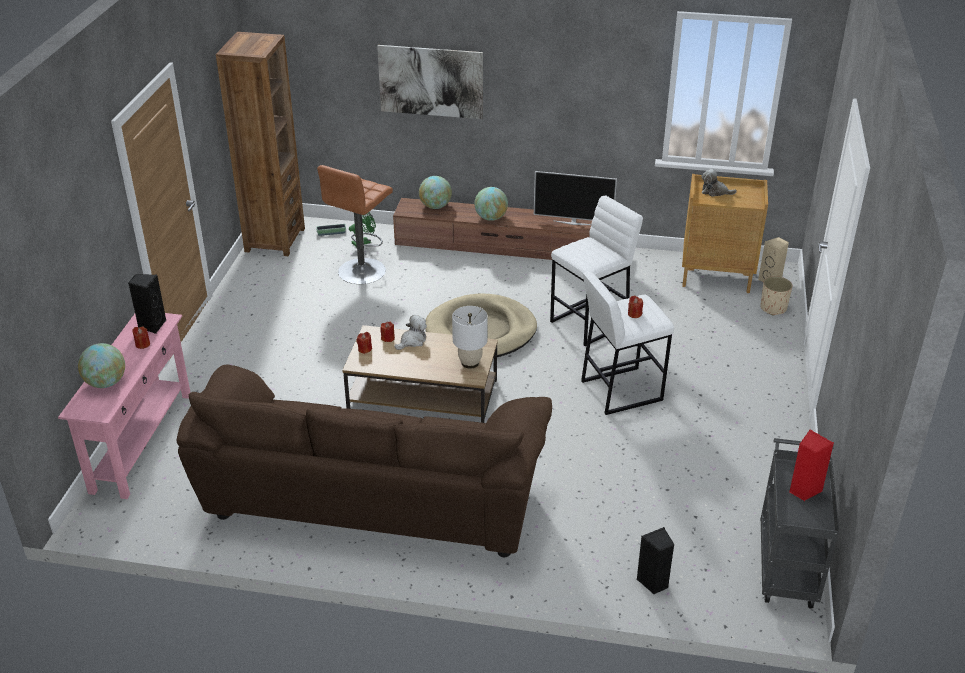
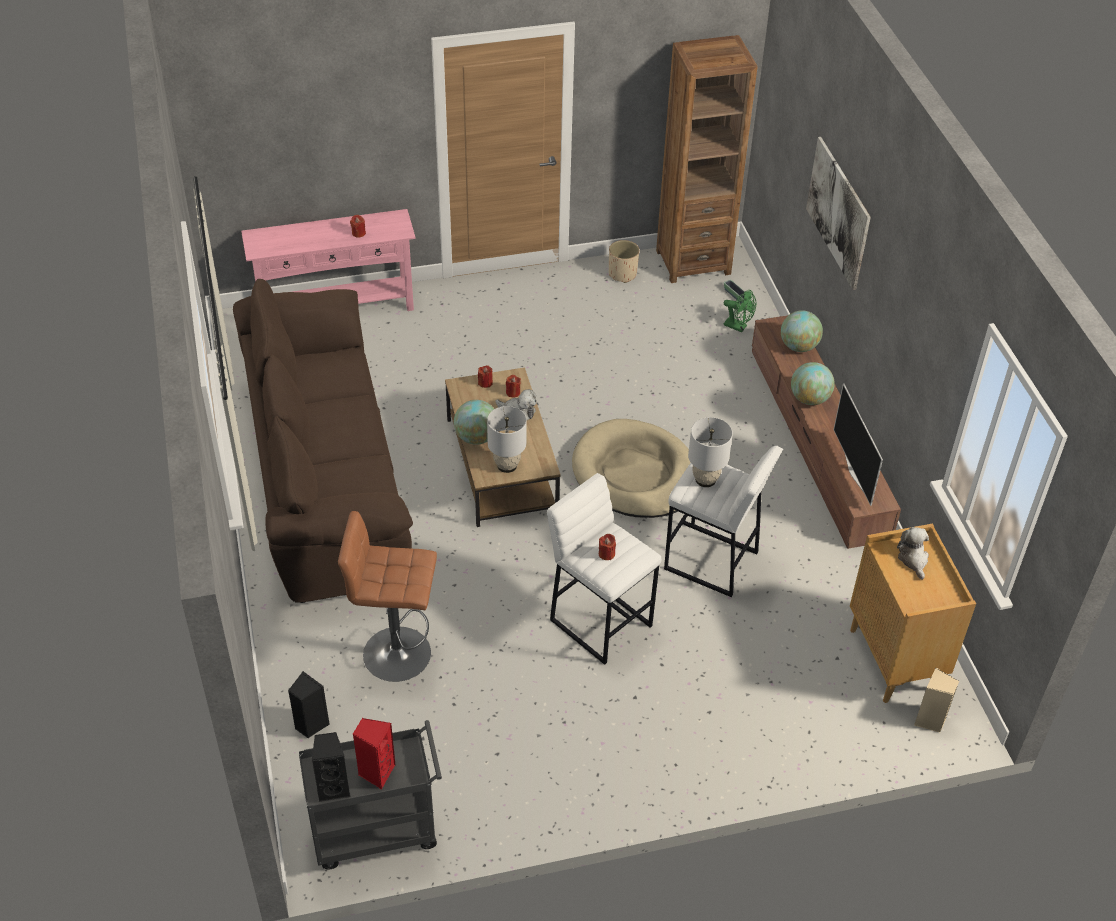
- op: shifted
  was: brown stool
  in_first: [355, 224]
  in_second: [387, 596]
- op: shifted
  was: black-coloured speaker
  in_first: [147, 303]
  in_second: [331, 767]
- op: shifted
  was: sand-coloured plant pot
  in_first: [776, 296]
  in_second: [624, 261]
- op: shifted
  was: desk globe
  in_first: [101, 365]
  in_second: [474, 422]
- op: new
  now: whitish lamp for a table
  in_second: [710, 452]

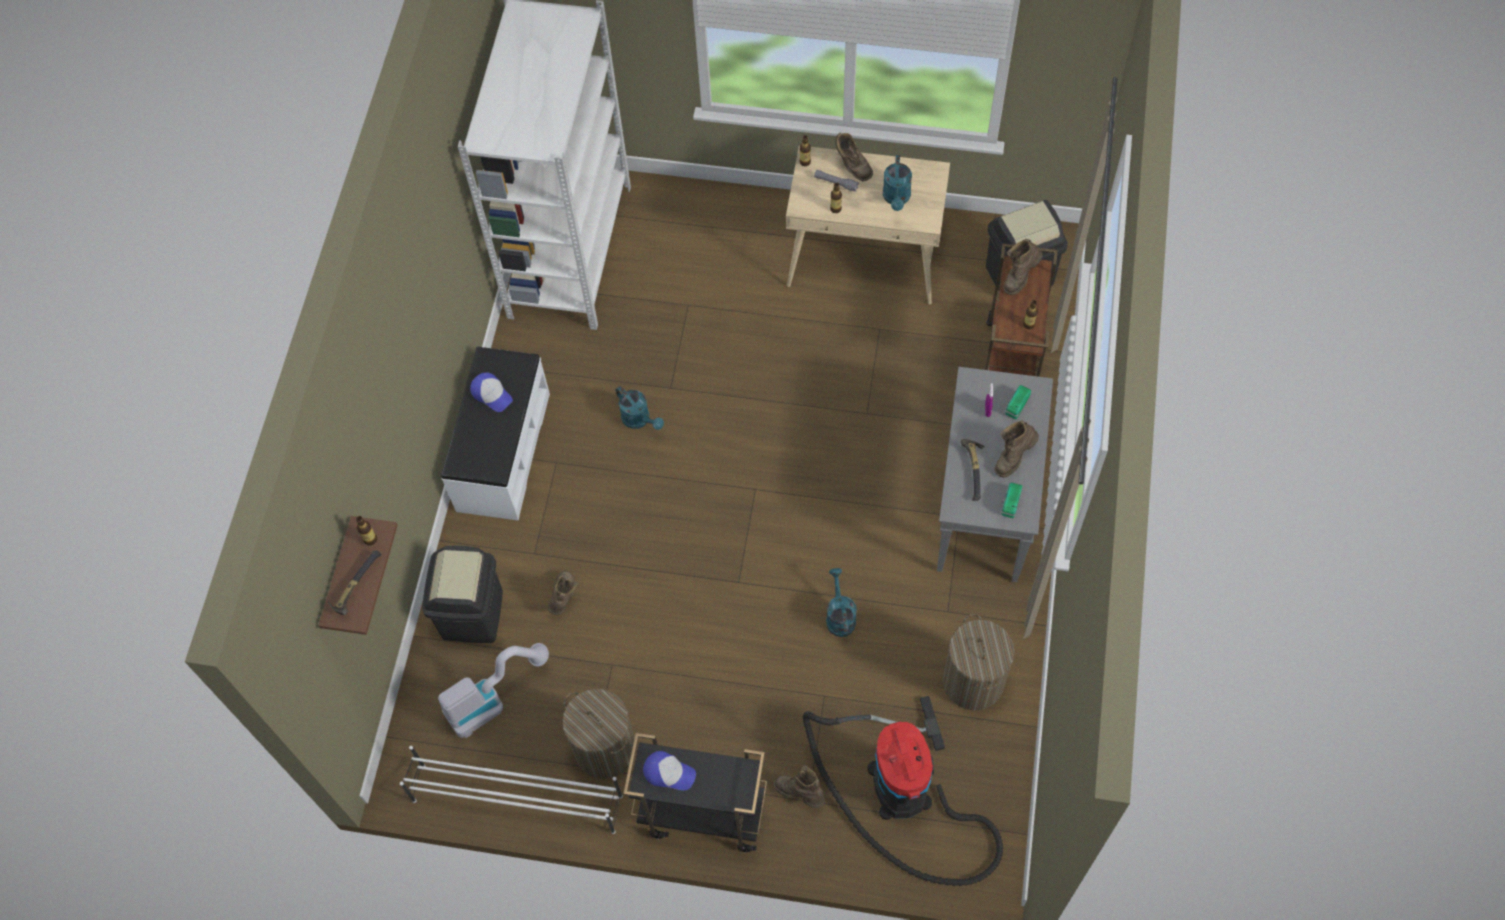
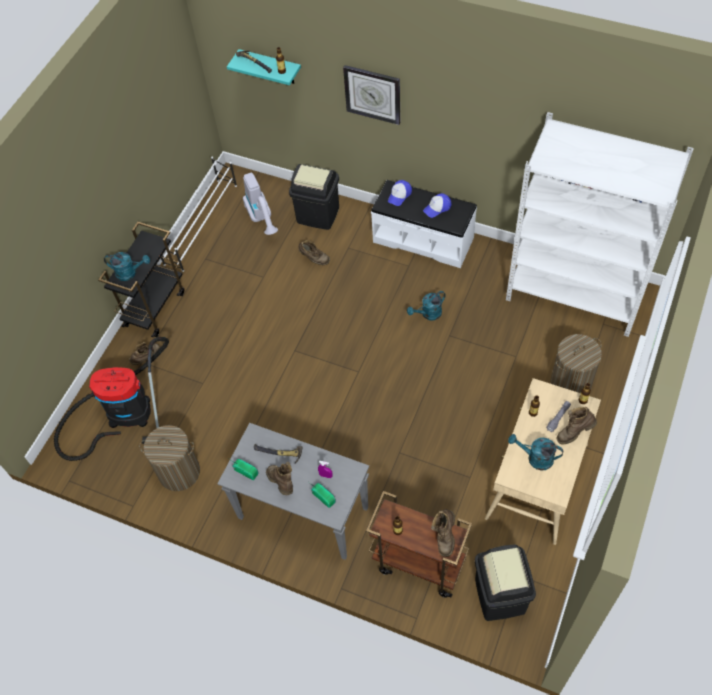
- op: rotated
  was: brown boot
  in_first: [1022, 267]
  in_second: [443, 533]
  clockwise: -135
- op: repainted
  was: brown shelf
  now: turquoise shelf
  in_first: [358, 575]
  in_second: [264, 67]
- op: shifted
  was: turquoise sprinkling can
  in_first: [841, 602]
  in_second: [127, 266]
- op: shifted
  was: washing basket
  in_first: [599, 734]
  in_second: [576, 363]
- op: shifted
  was: cap
  in_first: [669, 771]
  in_second: [400, 193]
- op: new
  now: clock on the wall
  in_second: [371, 95]

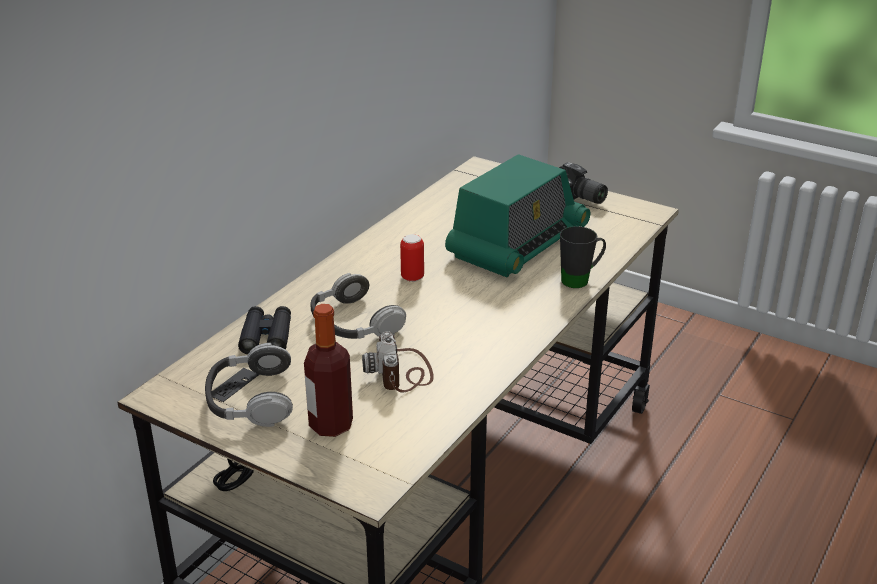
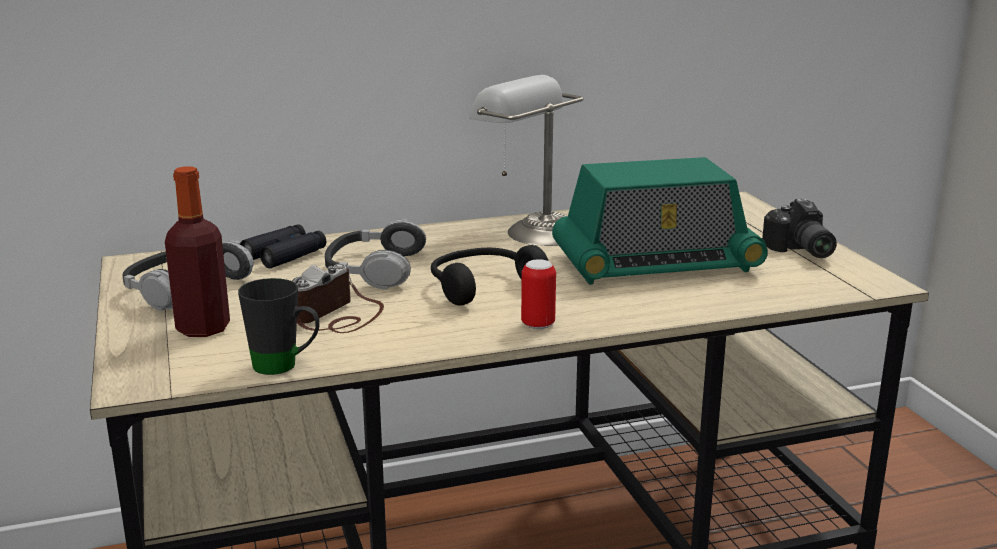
- op: shifted
  was: black-coloured mug
  in_first: [583, 257]
  in_second: [279, 326]
- op: shifted
  was: can
  in_first: [412, 258]
  in_second: [538, 294]
- op: new
  now: whitish lamp for a table
  in_second: [526, 160]
- op: new
  now: black-coloured headset
  in_second: [489, 275]

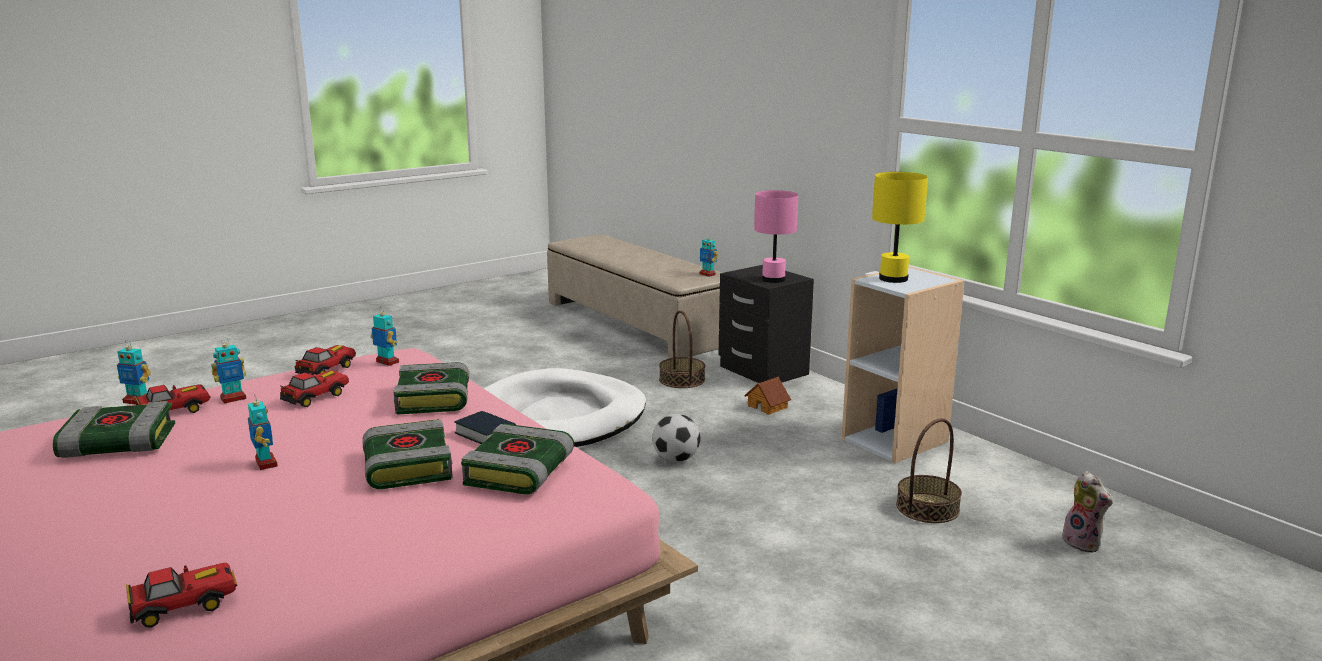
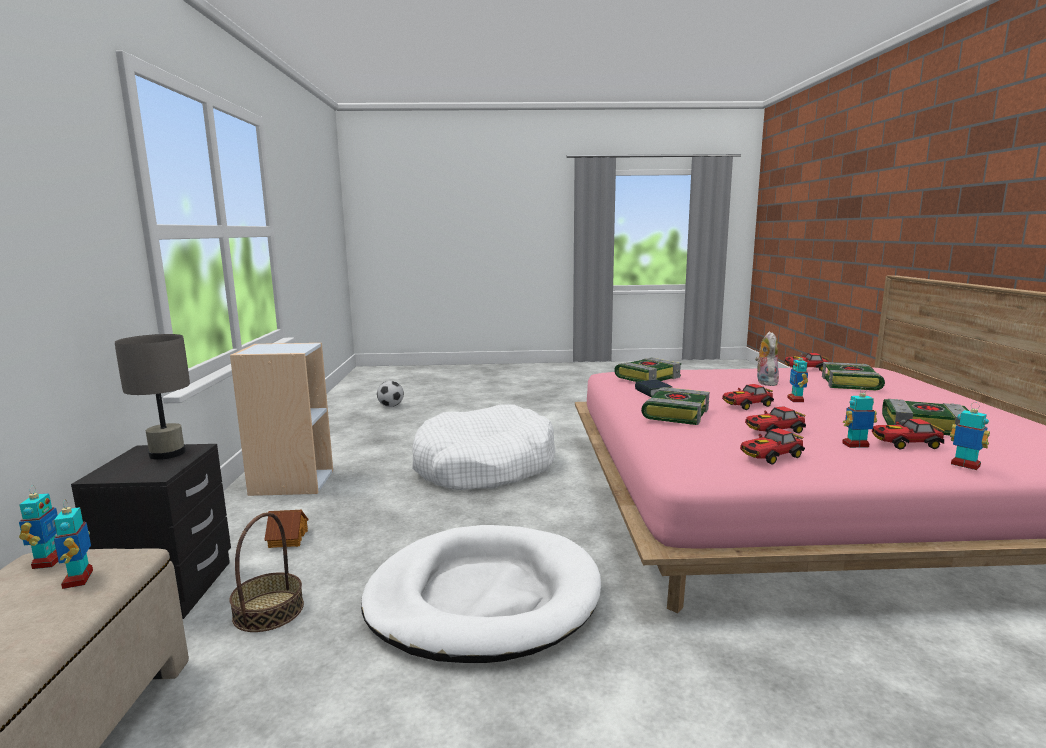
- op: gone
  was: yellowish lamp for a table
  in_first: [900, 227]
- op: repainted
  was: pinkish lamp for a table
  now: grey lamp for a table
  in_first: [776, 236]
  in_second: [152, 397]
- op: shifted
  was: robot figure
  in_first: [385, 337]
  in_second: [73, 544]
- op: shifted
  was: football ball
  in_first: [676, 438]
  in_second: [390, 394]
- op: gone
  was: basket
  in_first: [929, 470]
- op: shifted
  was: volume
  in_first: [407, 454]
  in_second: [853, 376]
- op: shifted
  was: plush toy
  in_first: [1087, 511]
  in_second: [767, 358]
- op: new
  now: miniature car
  in_second: [748, 397]
- op: new
  now: whitish dog cushion
  in_second: [484, 447]

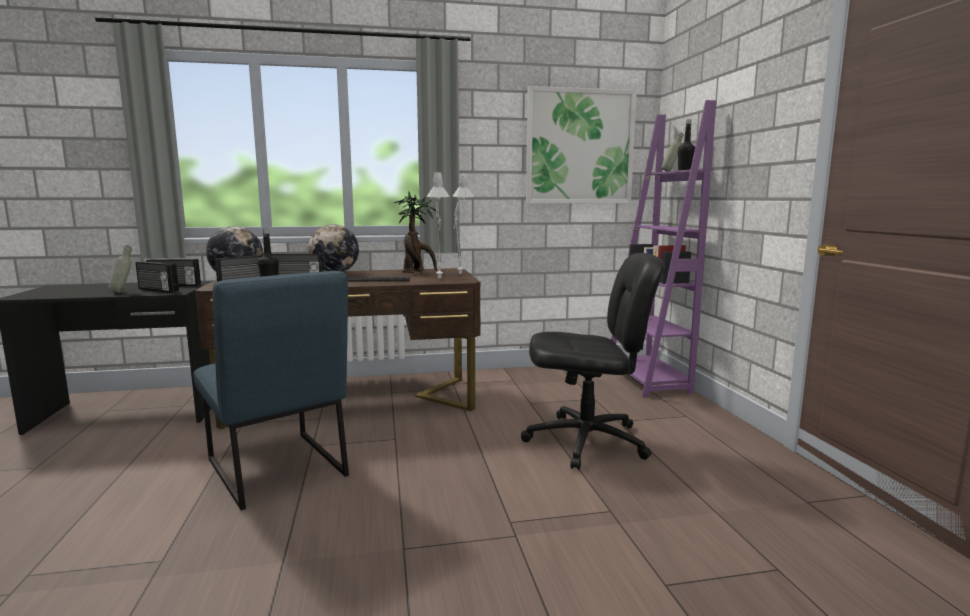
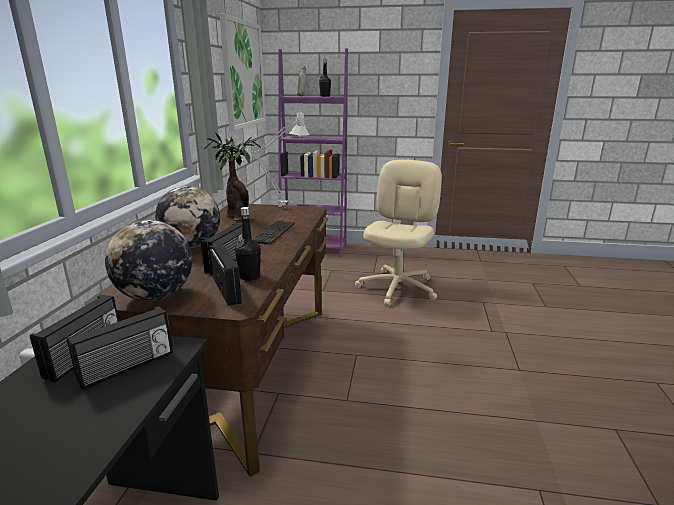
- op: gone
  was: grey lamp for a table
  in_first: [438, 226]
- op: gone
  was: grey drink bottle
  in_first: [120, 269]
- op: repainted
  was: black-coloured office chair
  now: sand-coloured office chair
  in_first: [593, 361]
  in_second: [398, 233]
- op: gone
  was: blue chair
  in_first: [271, 390]

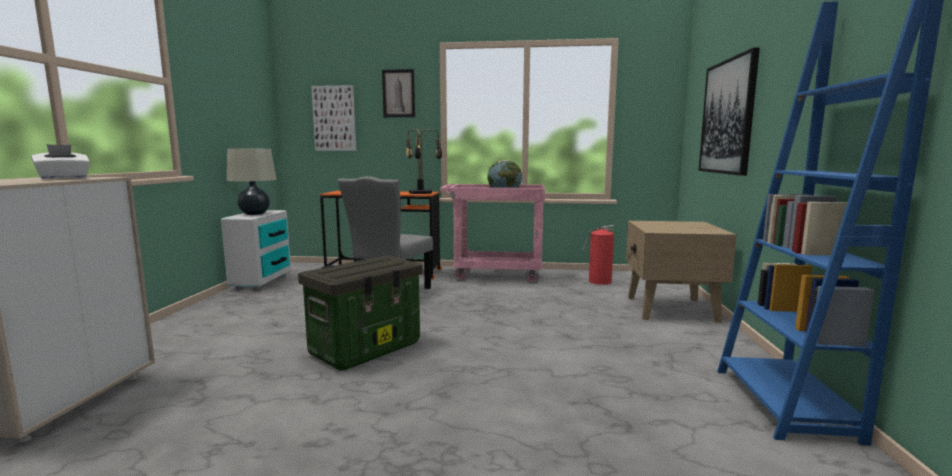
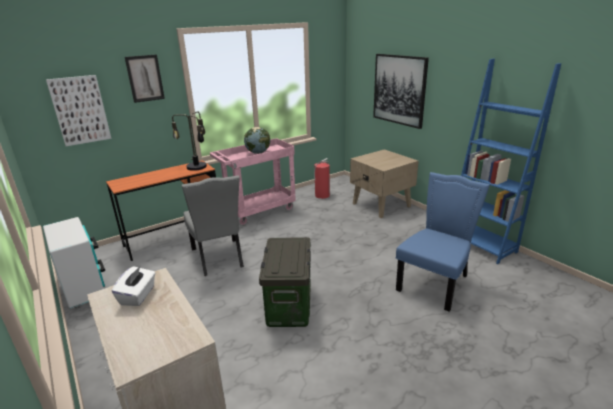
- op: gone
  was: sand-coloured lamp for a table
  in_first: [252, 182]
- op: new
  now: blue chair
  in_second: [442, 242]

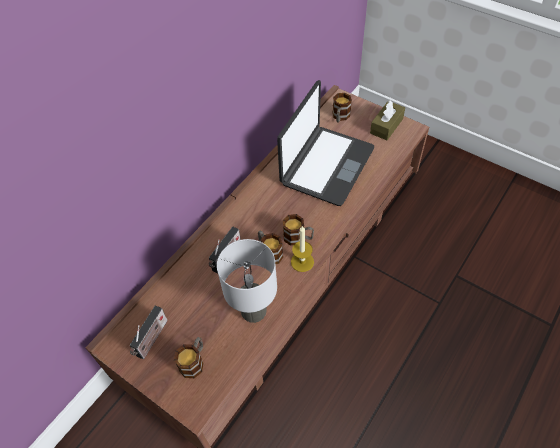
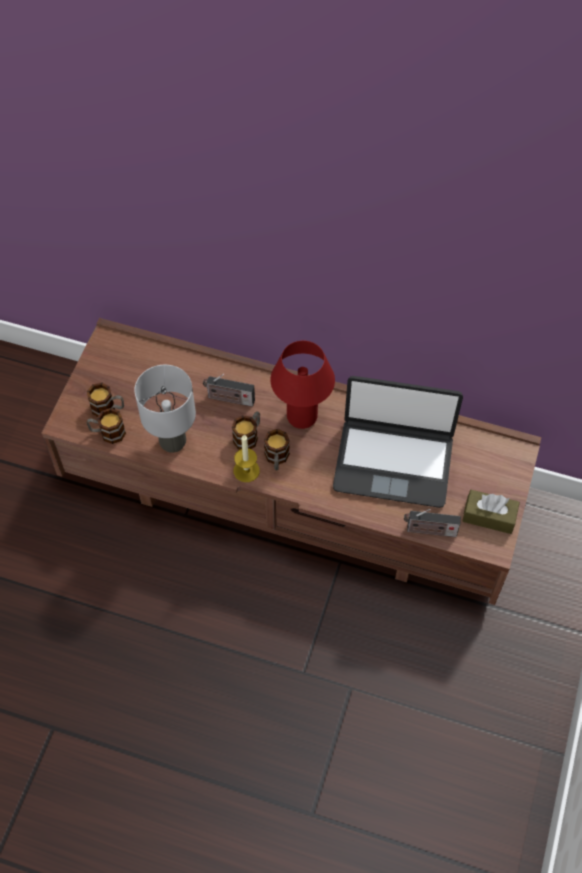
- op: shifted
  was: mug
  in_first: [342, 107]
  in_second: [106, 426]
- op: shifted
  was: radio set
  in_first: [149, 332]
  in_second: [432, 523]
- op: new
  now: red-coloured lamp for a table
  in_second: [302, 385]

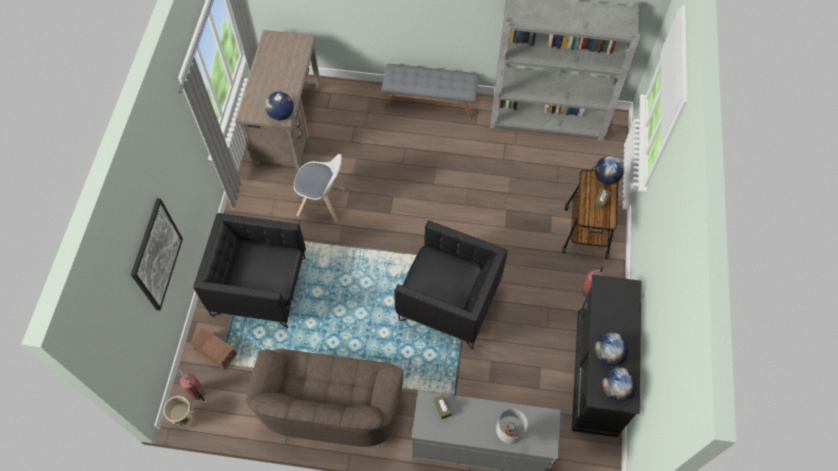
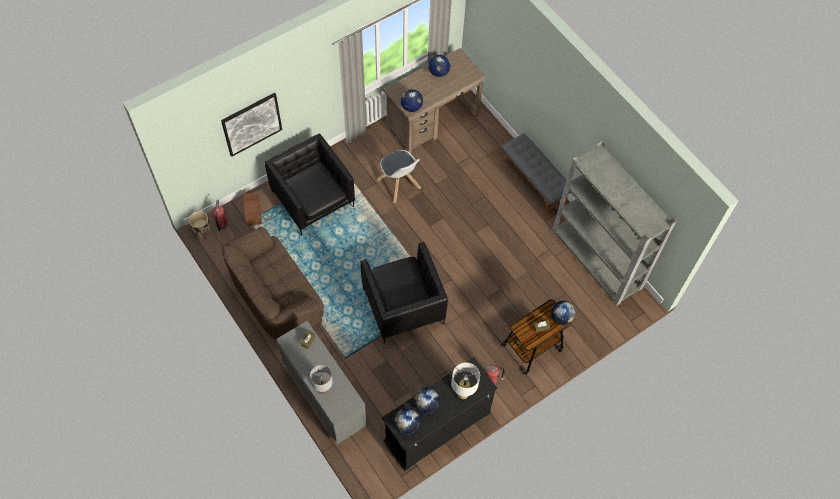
- op: new
  now: desk globe
  in_second: [439, 66]
- op: new
  now: whitish lamp for a table
  in_second: [465, 381]

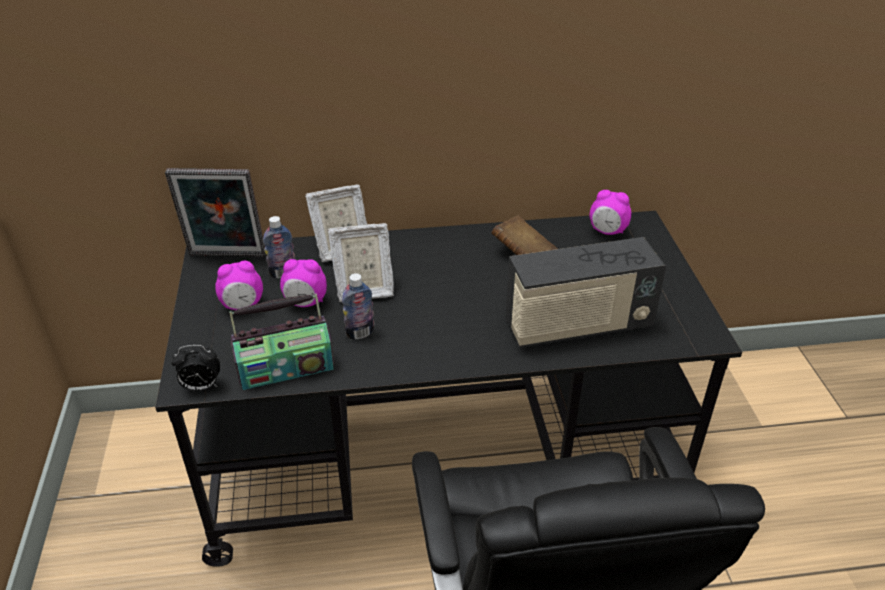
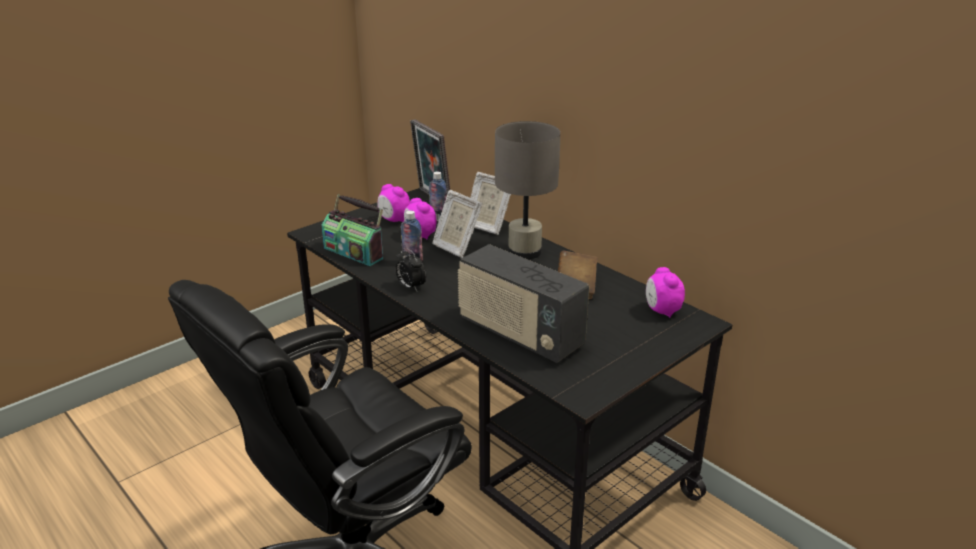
- op: shifted
  was: alarm clock
  in_first: [195, 368]
  in_second: [411, 269]
- op: new
  now: grey lamp for a table
  in_second: [527, 190]

